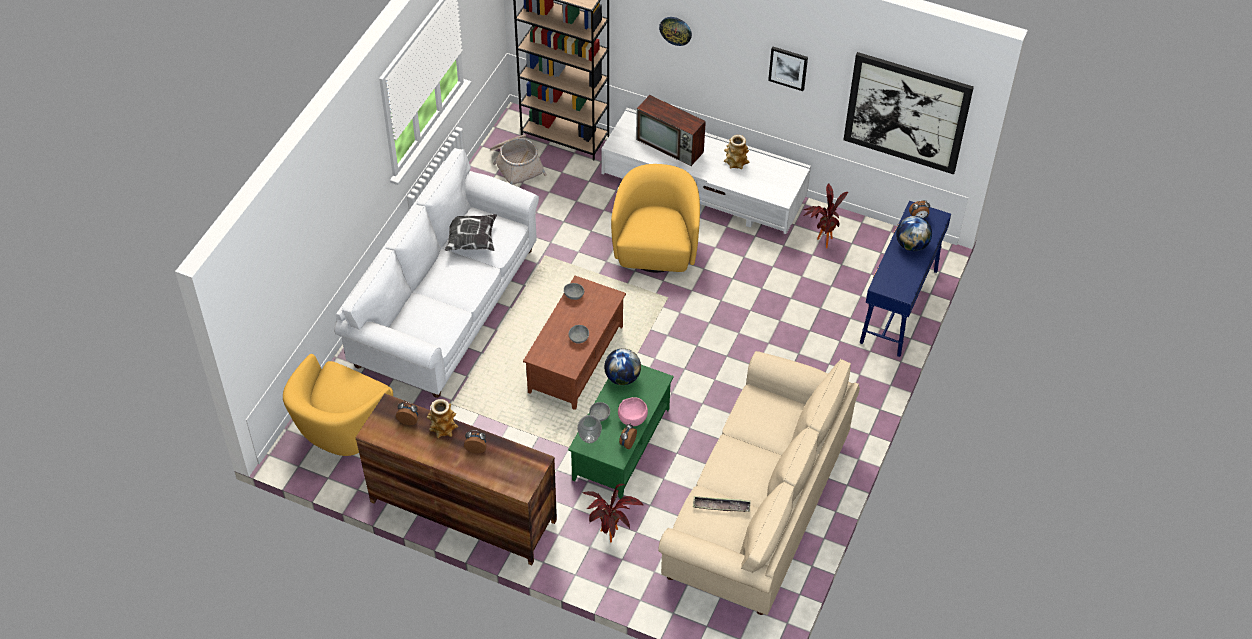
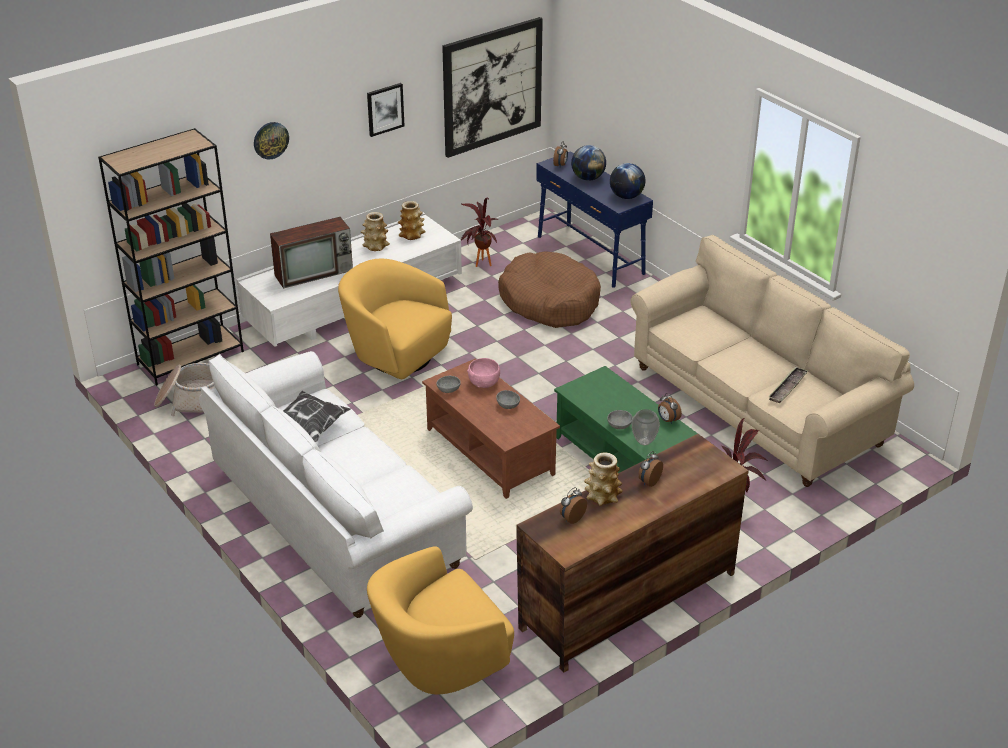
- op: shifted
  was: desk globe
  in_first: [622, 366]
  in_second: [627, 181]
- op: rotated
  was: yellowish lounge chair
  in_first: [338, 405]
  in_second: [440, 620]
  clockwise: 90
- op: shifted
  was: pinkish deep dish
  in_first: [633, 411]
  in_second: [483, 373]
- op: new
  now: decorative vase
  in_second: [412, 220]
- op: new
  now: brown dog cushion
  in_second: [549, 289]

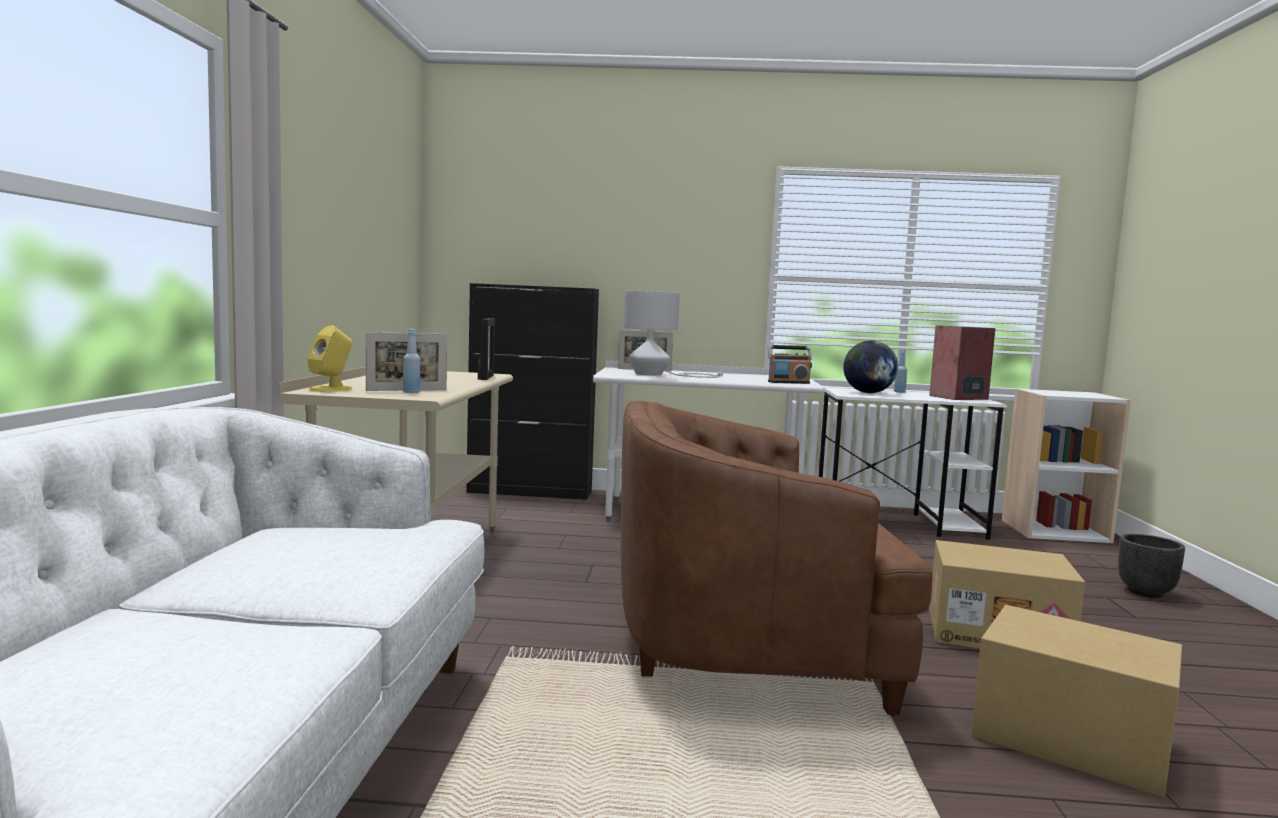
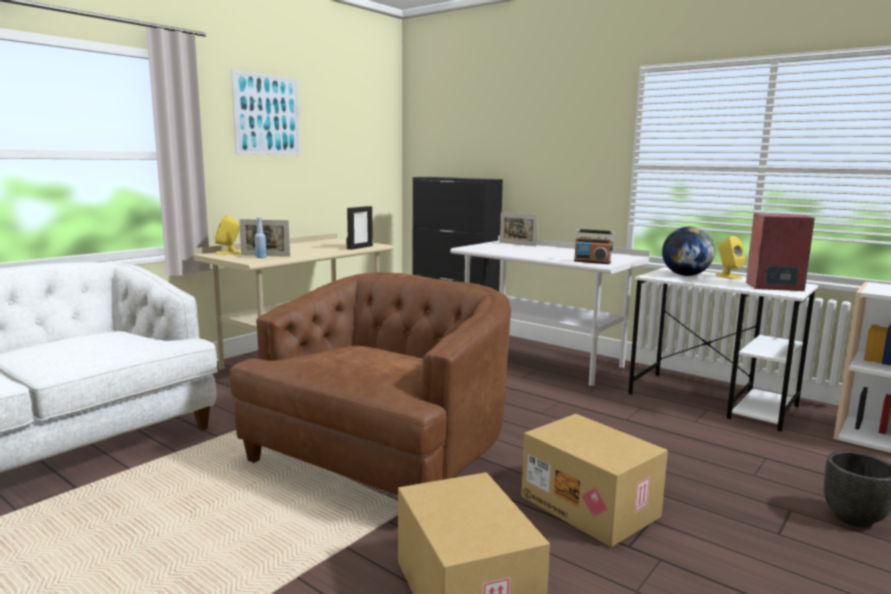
- op: gone
  was: whitish lamp for a table
  in_first: [673, 334]
- op: swapped
  was: blue drink bottle
  now: yellowish speaker
  in_first: [900, 371]
  in_second: [730, 257]
- op: rotated
  was: brown lounge chair
  in_first: [777, 558]
  in_second: [370, 383]
  clockwise: 90
- op: new
  now: wall art
  in_second: [266, 112]

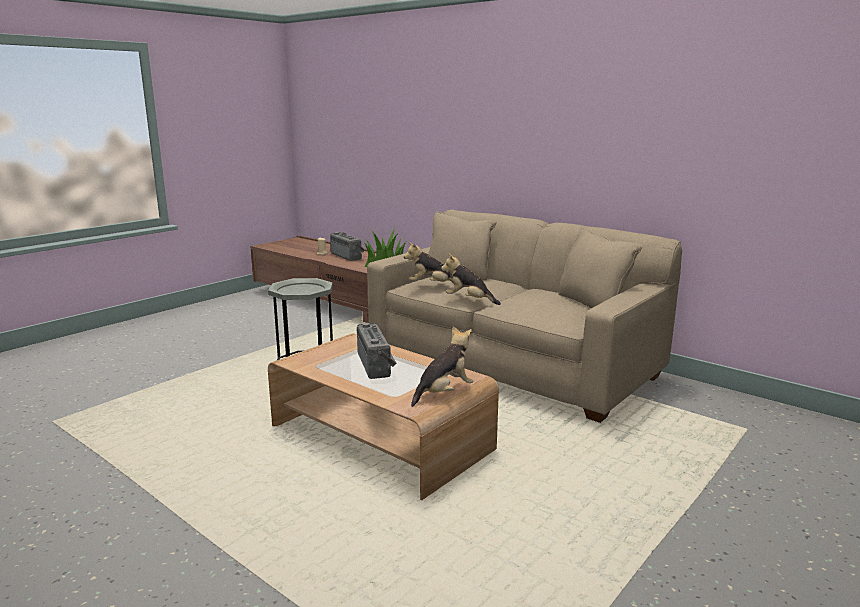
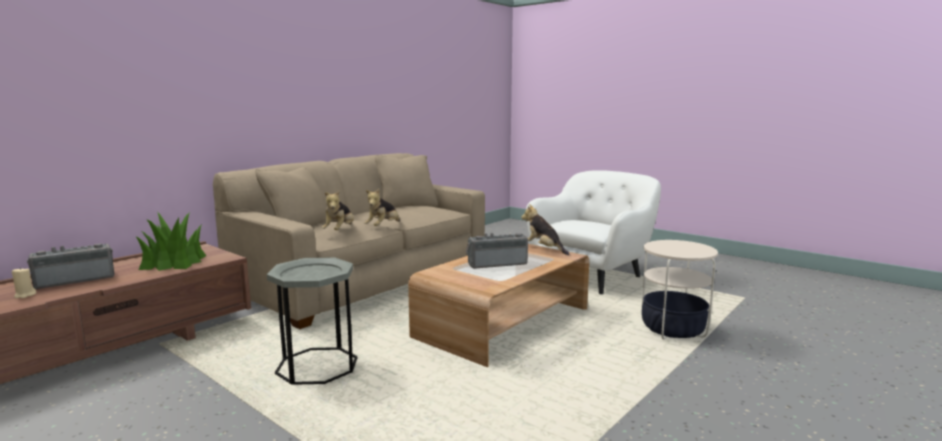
- op: new
  now: whitish lounge chair
  in_second: [593, 232]
- op: new
  now: sand-coloured side table
  in_second: [680, 290]

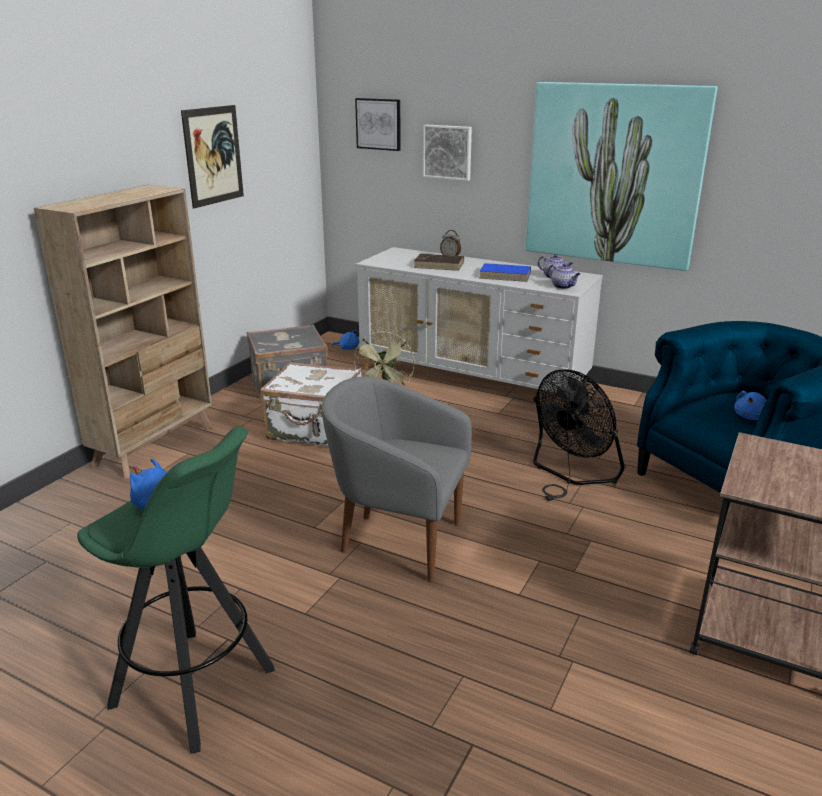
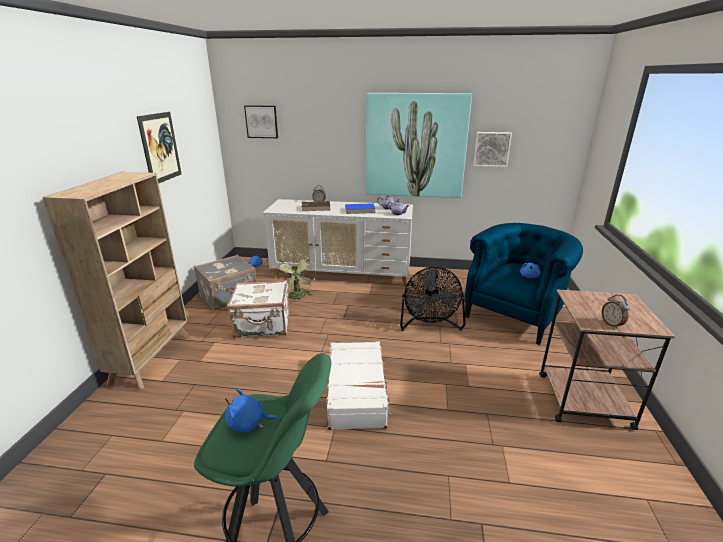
- op: shifted
  was: wall art
  in_first: [447, 153]
  in_second: [492, 149]
- op: rotated
  was: black-coloured cooling fan
  in_first: [578, 435]
  in_second: [433, 299]
  clockwise: 150
- op: swapped
  was: grey lounge chair
  now: whitish piece of luggage
  in_first: [397, 479]
  in_second: [359, 385]
- op: new
  now: alarm clock
  in_second: [616, 312]

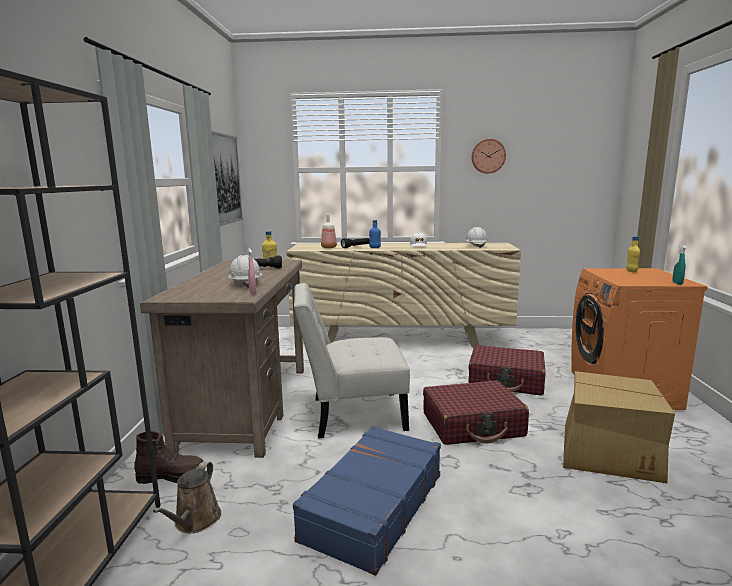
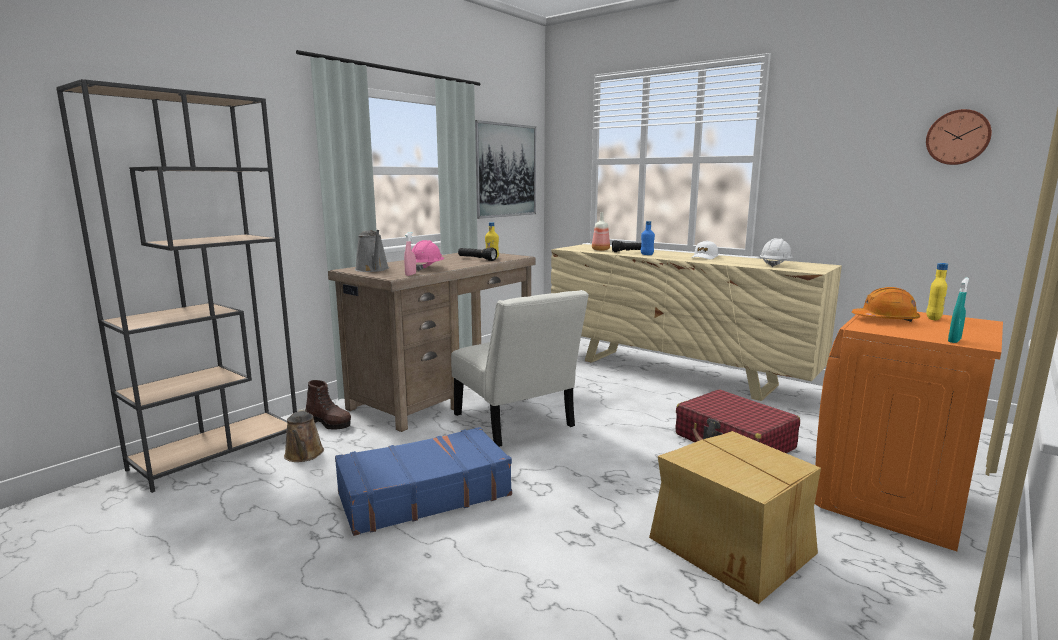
- op: shifted
  was: clock on the wall
  in_first: [488, 156]
  in_second: [959, 137]
- op: repainted
  was: whitish safety helmet
  now: pinkish safety helmet
  in_first: [245, 271]
  in_second: [428, 255]
- op: rotated
  was: whitish chair
  in_first: [352, 360]
  in_second: [520, 368]
  clockwise: -150
- op: gone
  was: red-coloured piece of luggage
  in_first: [476, 412]
- op: rotated
  was: brown sprinkling can
  in_first: [187, 497]
  in_second: [304, 435]
  clockwise: -60
- op: new
  now: grey sprinkling can
  in_second: [372, 251]
- op: new
  now: orange-coloured safety helmet
  in_second: [886, 304]

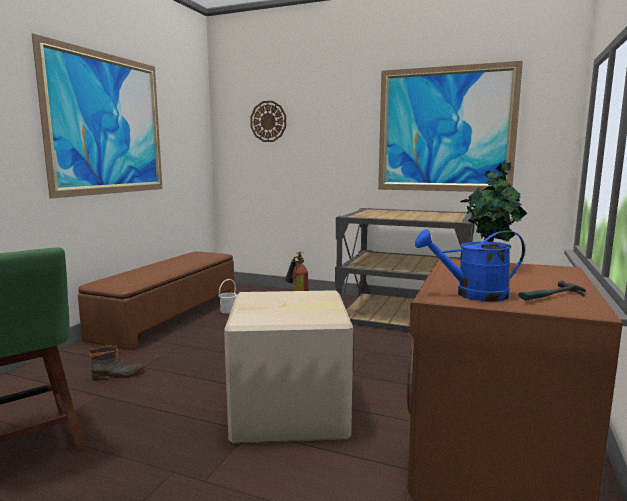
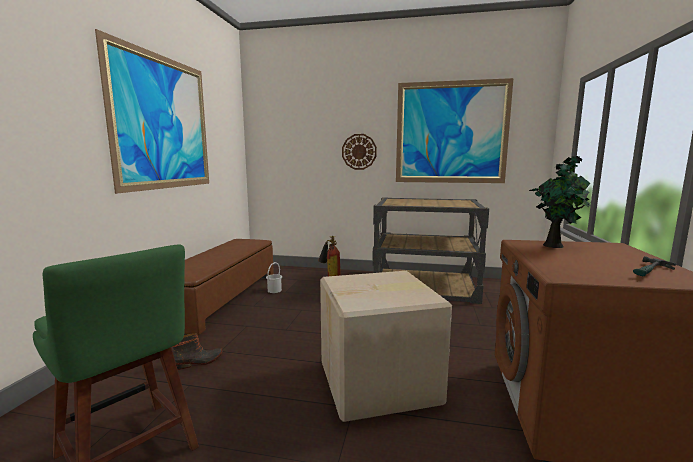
- op: shifted
  was: clock on the wall
  in_first: [268, 121]
  in_second: [359, 152]
- op: gone
  was: blue sprinkling can
  in_first: [470, 265]

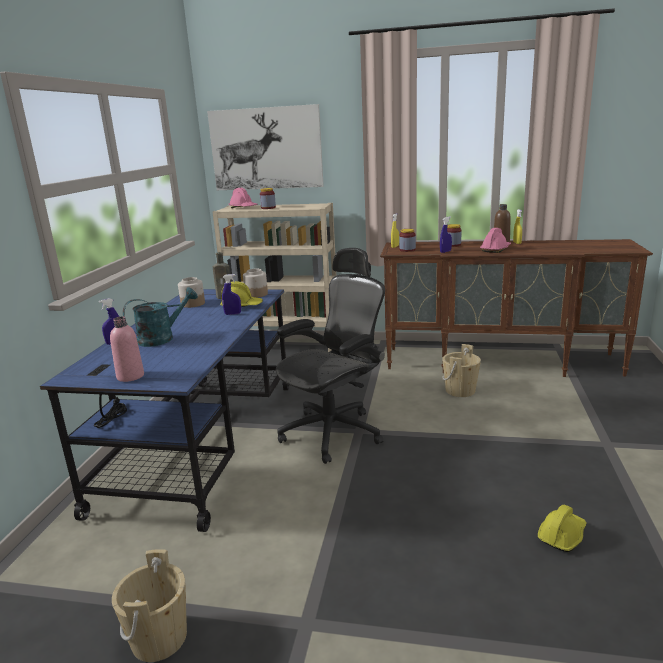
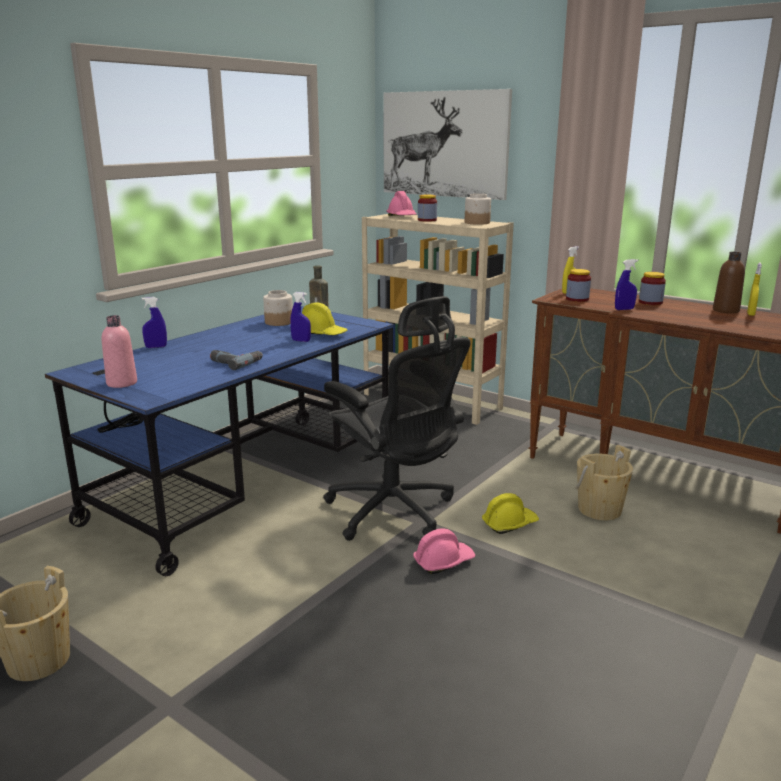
- op: shifted
  was: pinkish safety helmet
  in_first: [495, 240]
  in_second: [444, 551]
- op: rotated
  was: office chair
  in_first: [330, 356]
  in_second: [397, 418]
  clockwise: 75
- op: shifted
  was: jar
  in_first: [255, 283]
  in_second: [478, 209]
- op: gone
  was: turquoise sprinkling can
  in_first: [160, 317]
- op: shifted
  was: yellowish safety helmet
  in_first: [562, 528]
  in_second: [510, 513]
- op: new
  now: electric drill
  in_second: [236, 360]

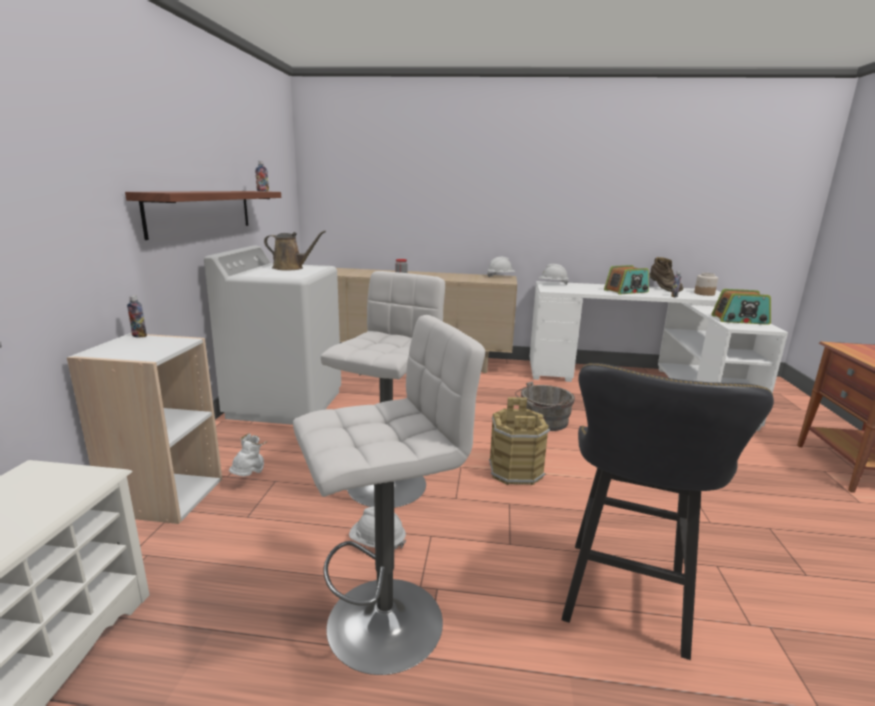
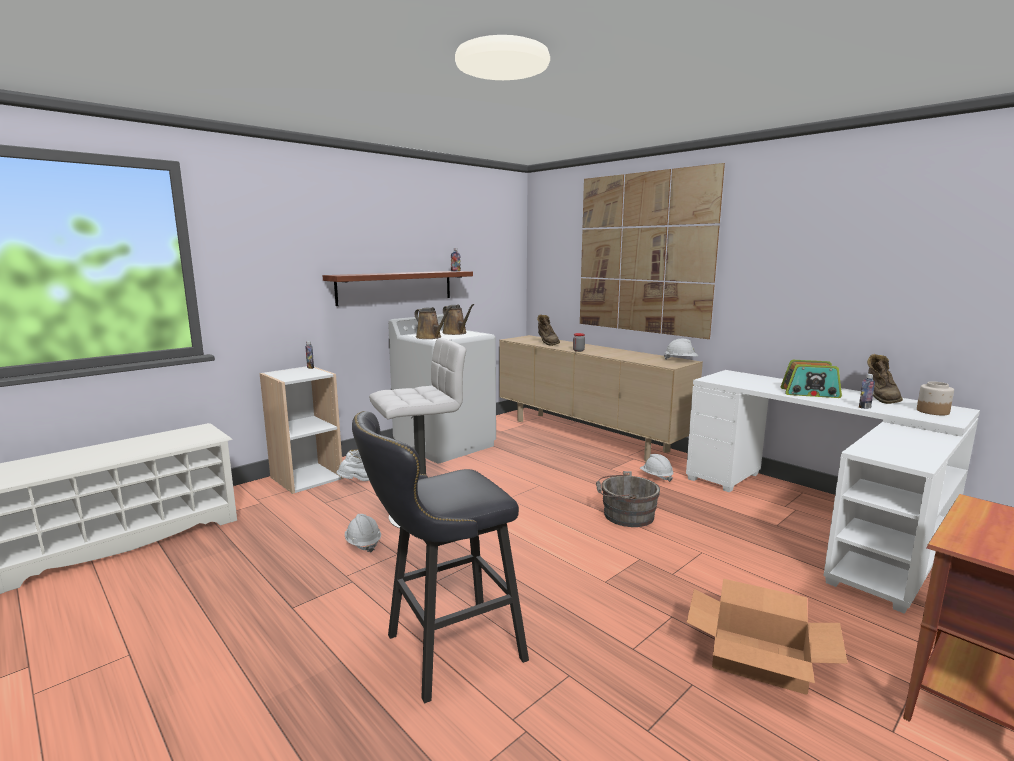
- op: shifted
  was: whitish safety helmet
  in_first: [553, 274]
  in_second: [657, 468]
- op: gone
  was: radio set
  in_first: [741, 307]
- op: gone
  was: whitish stool
  in_first: [389, 495]
- op: gone
  was: brown bucket
  in_first: [519, 441]
- op: new
  now: wall art
  in_second: [652, 251]
- op: new
  now: brown sprinkling can
  in_second: [433, 323]
- op: new
  now: brown boot
  in_second: [548, 330]
- op: new
  now: packing box
  in_second: [767, 637]

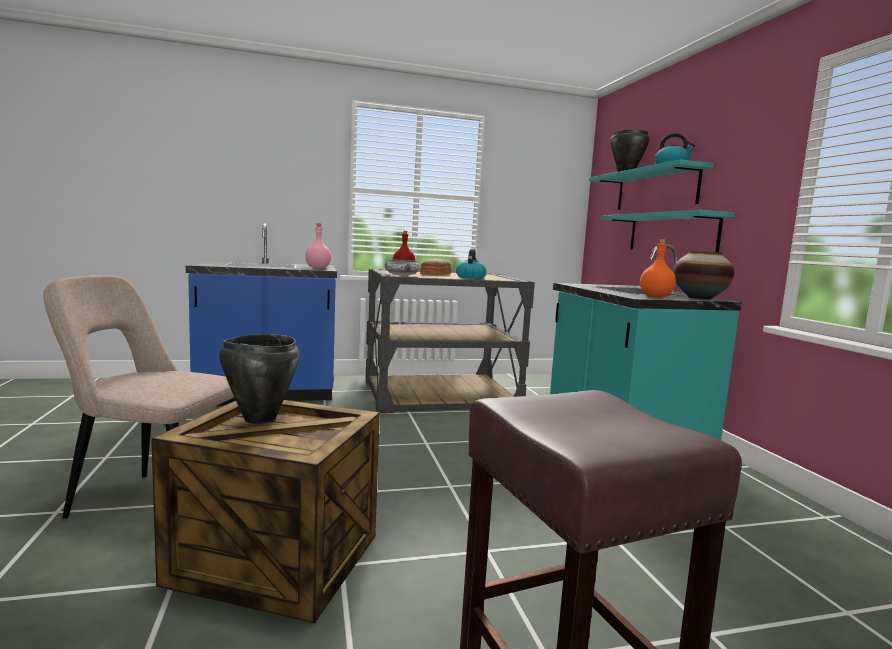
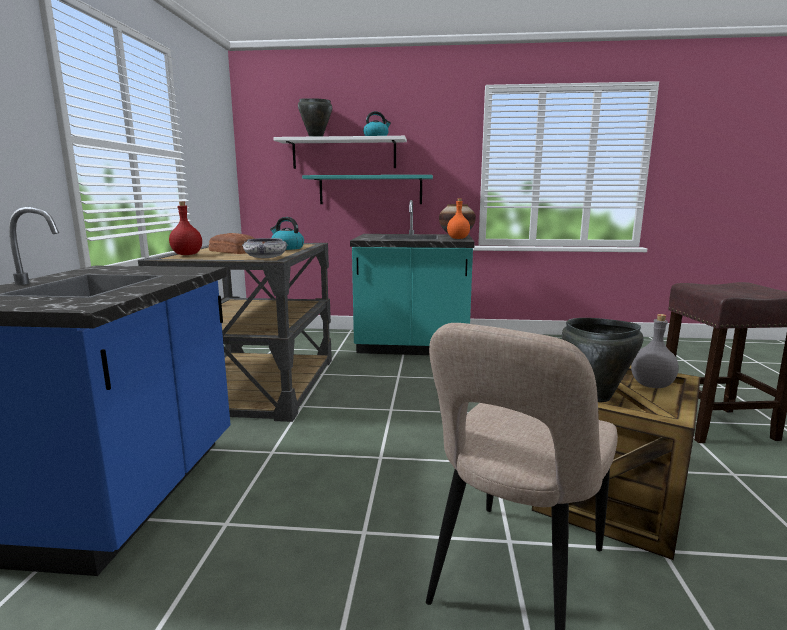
- op: repainted
  was: turquoise shelf
  now: whitish shelf
  in_first: [651, 185]
  in_second: [340, 152]
- op: gone
  was: pinkish drink bottle
  in_first: [318, 245]
- op: new
  now: grey drink bottle
  in_second: [655, 351]

